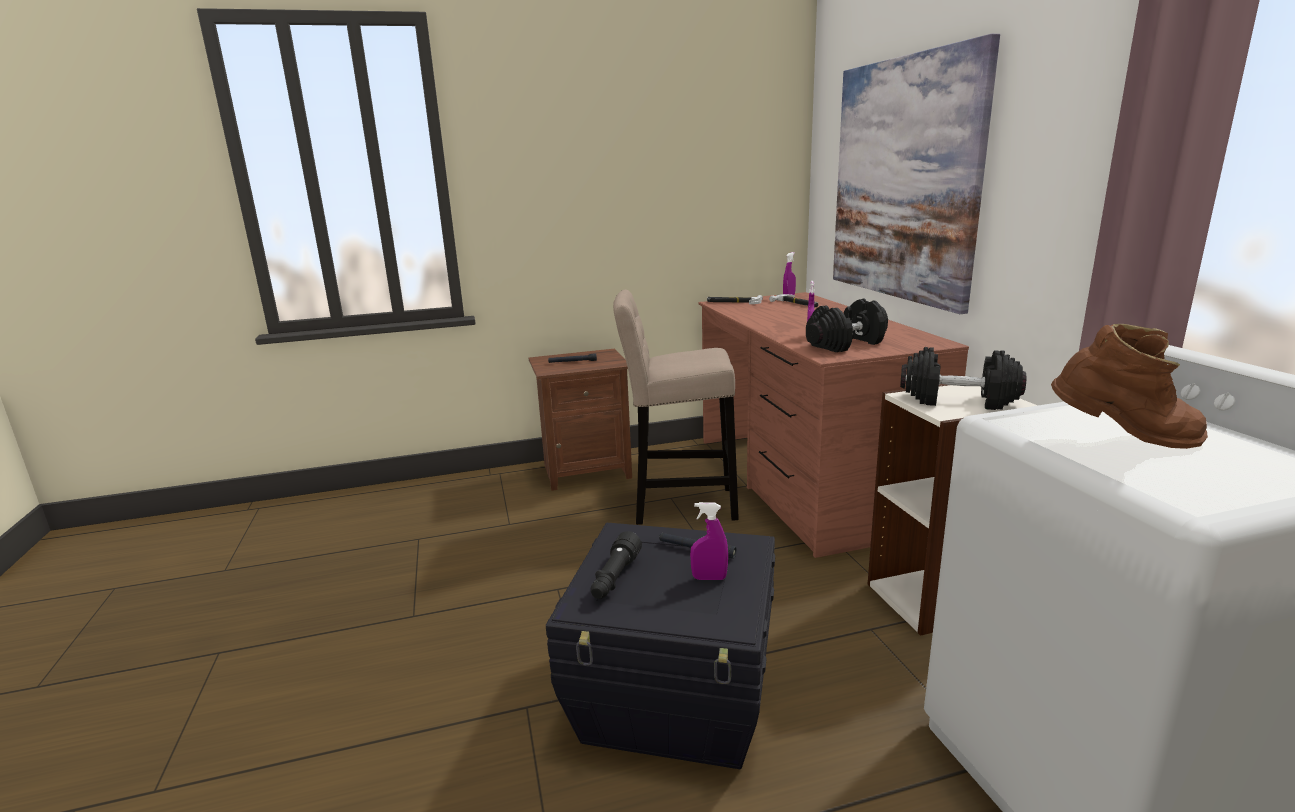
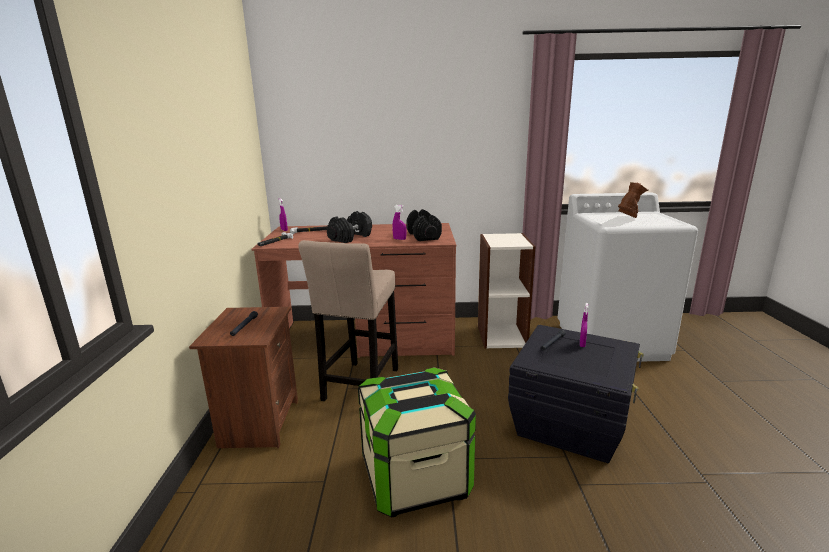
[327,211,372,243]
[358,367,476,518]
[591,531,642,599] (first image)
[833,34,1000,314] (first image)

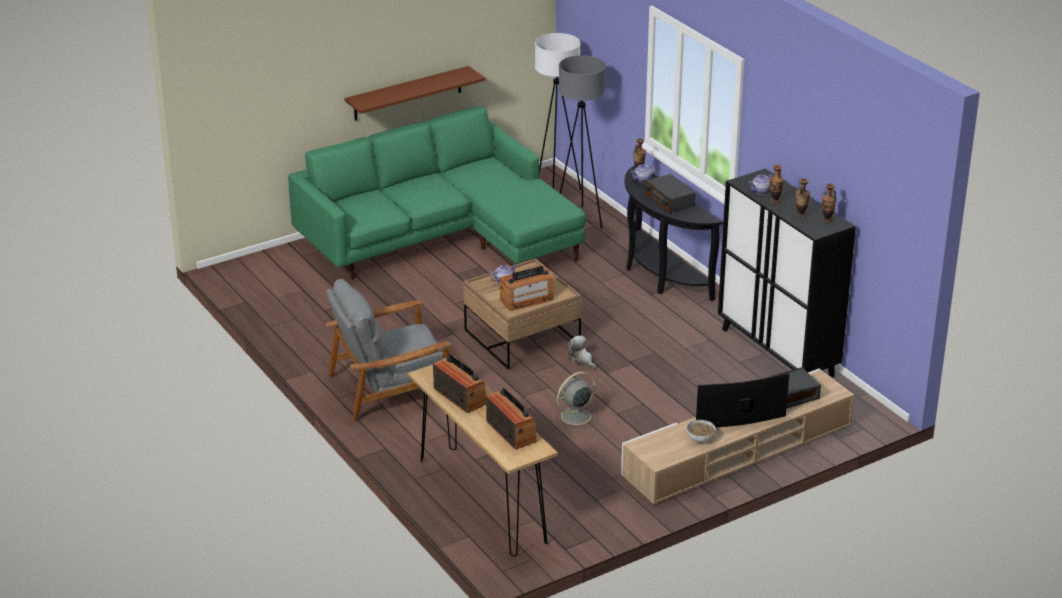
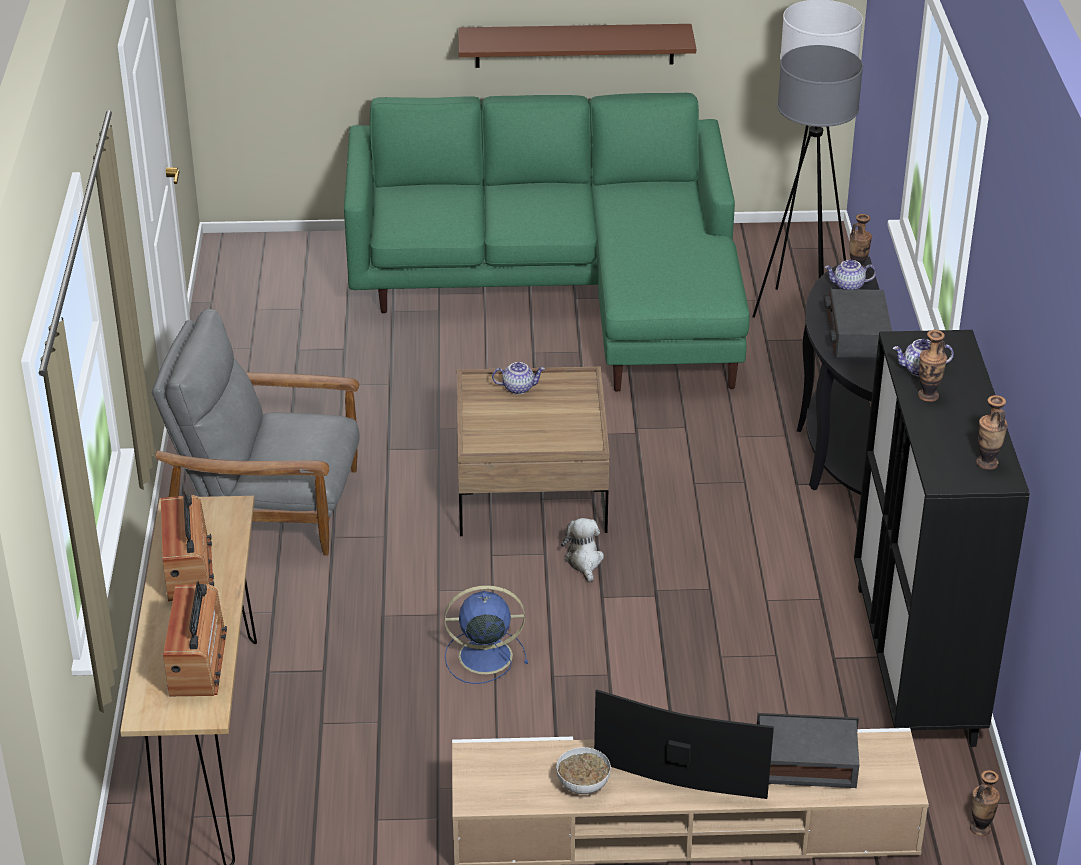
[445,585,528,684]
[970,770,1000,836]
[500,266,554,311] (first image)

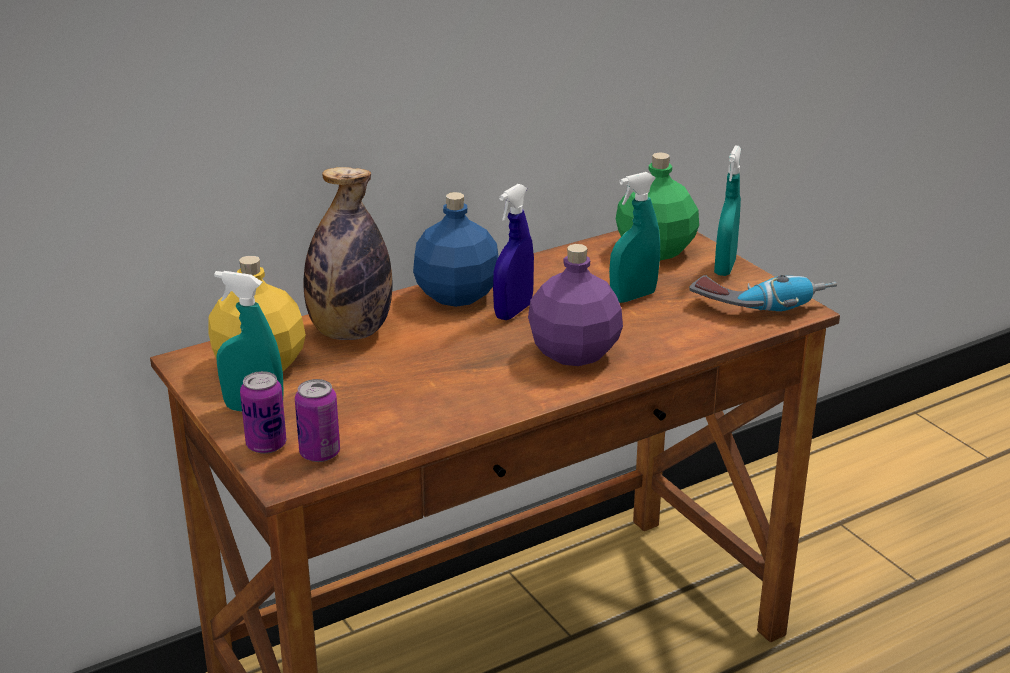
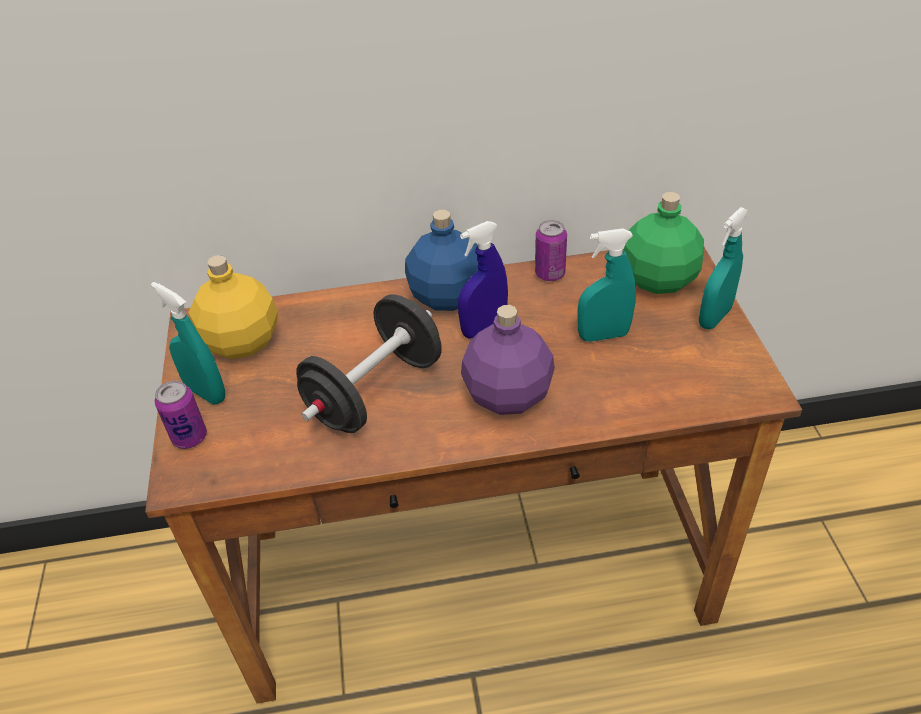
[296,294,442,433]
[535,220,567,281]
[304,167,393,340] (first image)
[689,275,837,312] (first image)

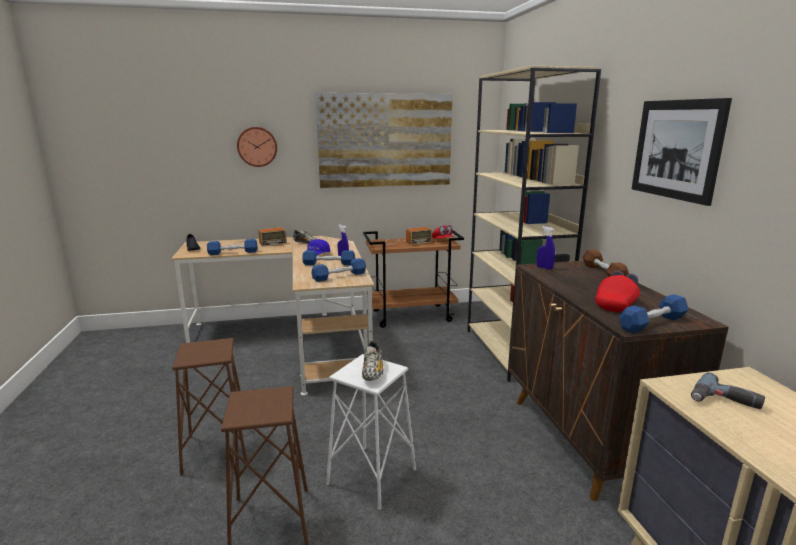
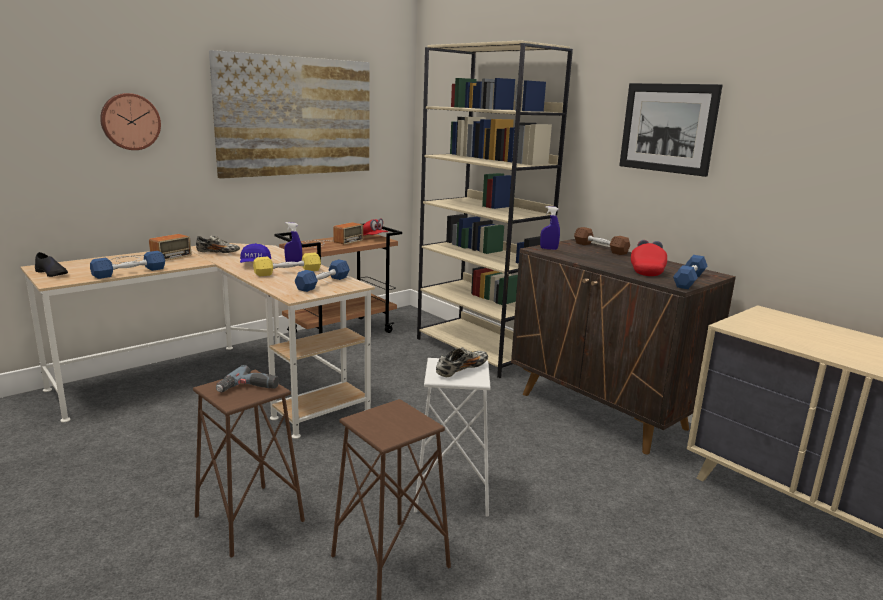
[216,365,279,392]
[253,253,321,276]
[436,347,488,377]

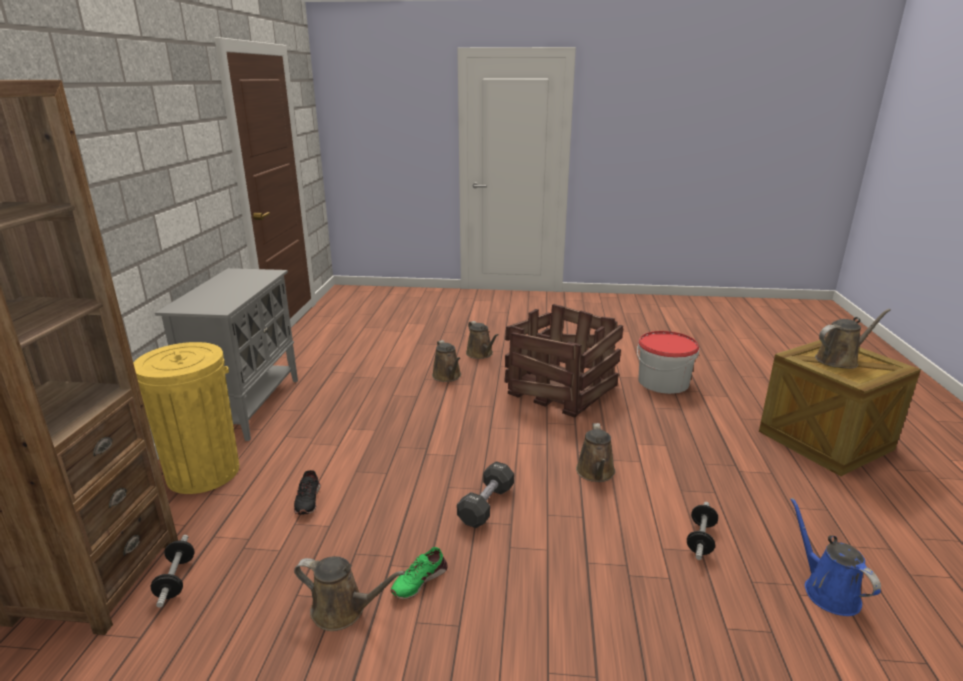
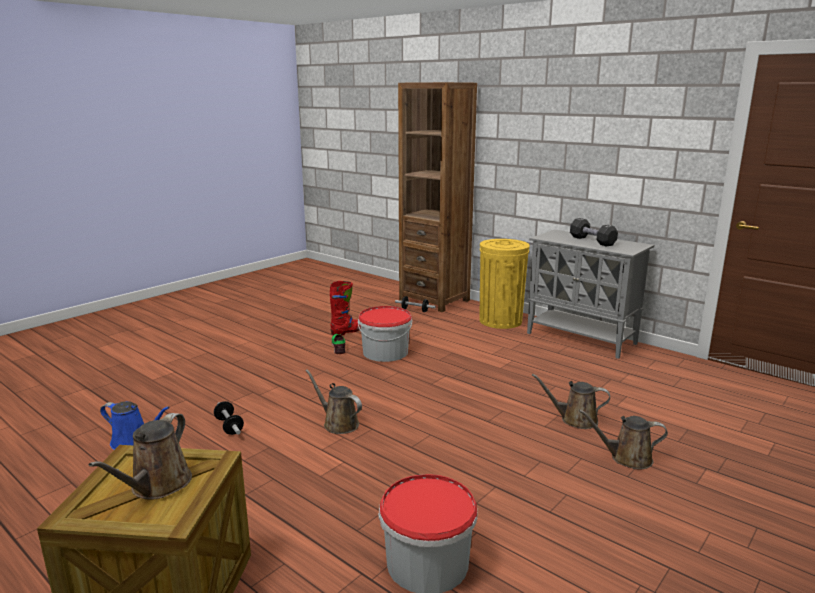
[330,281,361,335]
[358,306,412,362]
[570,218,618,247]
[294,470,321,514] (first image)
[504,304,623,418] (first image)

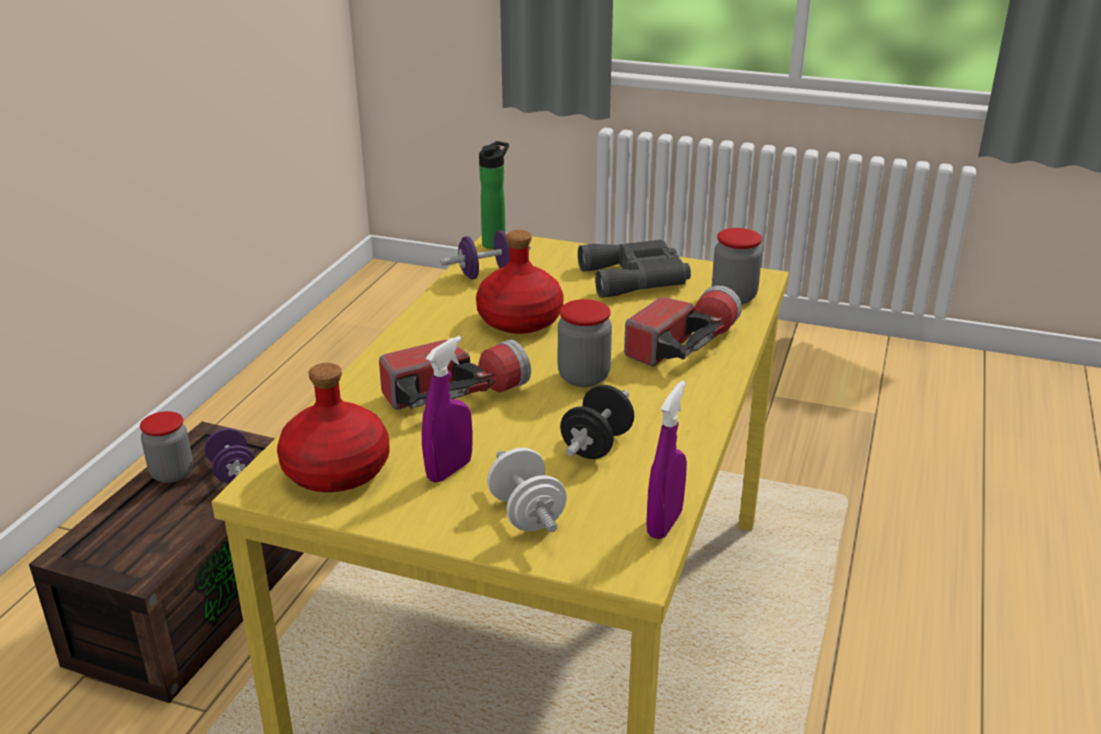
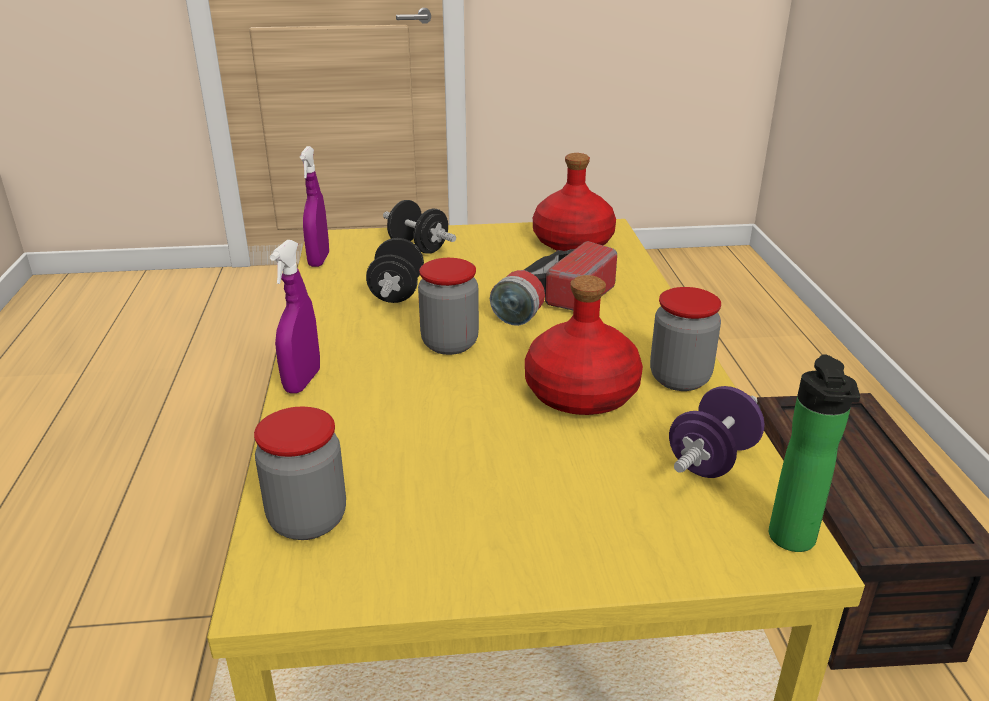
[270,240,320,393]
[383,200,456,254]
[650,287,721,391]
[205,428,255,483] (first image)
[578,240,691,298] (first image)
[624,286,742,367] (first image)

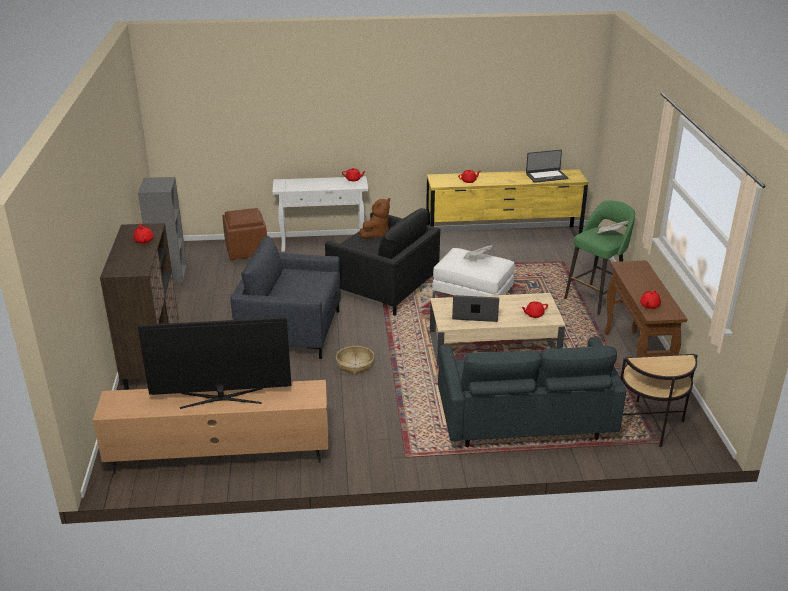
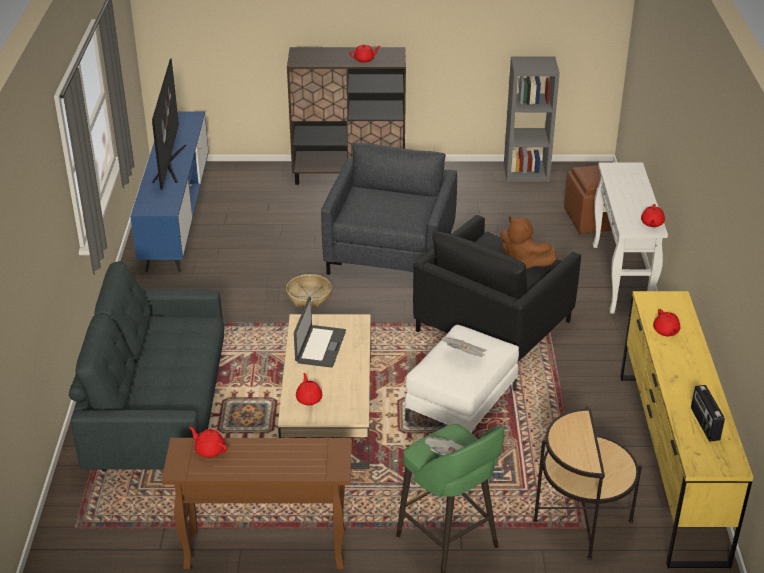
[130,112,209,272]
[533,407,642,560]
[691,385,725,442]

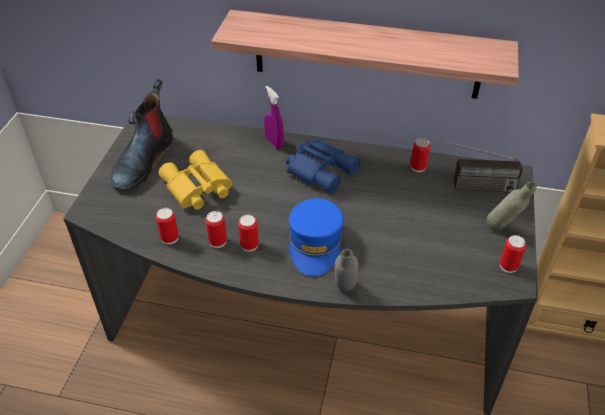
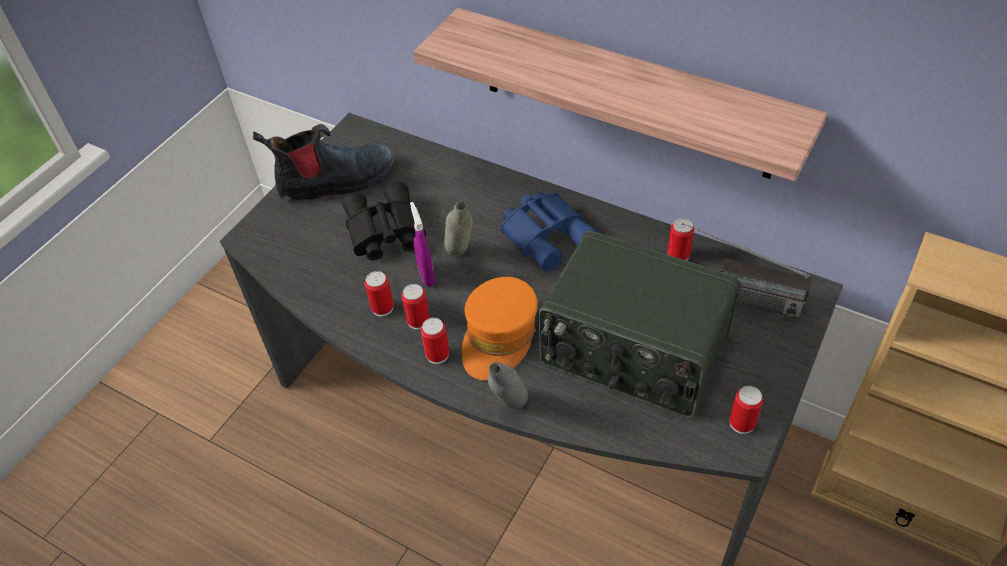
[253,124,394,200]
[342,182,426,261]
[410,202,435,287]
[421,318,449,364]
[444,201,473,256]
[462,277,538,381]
[539,231,741,418]

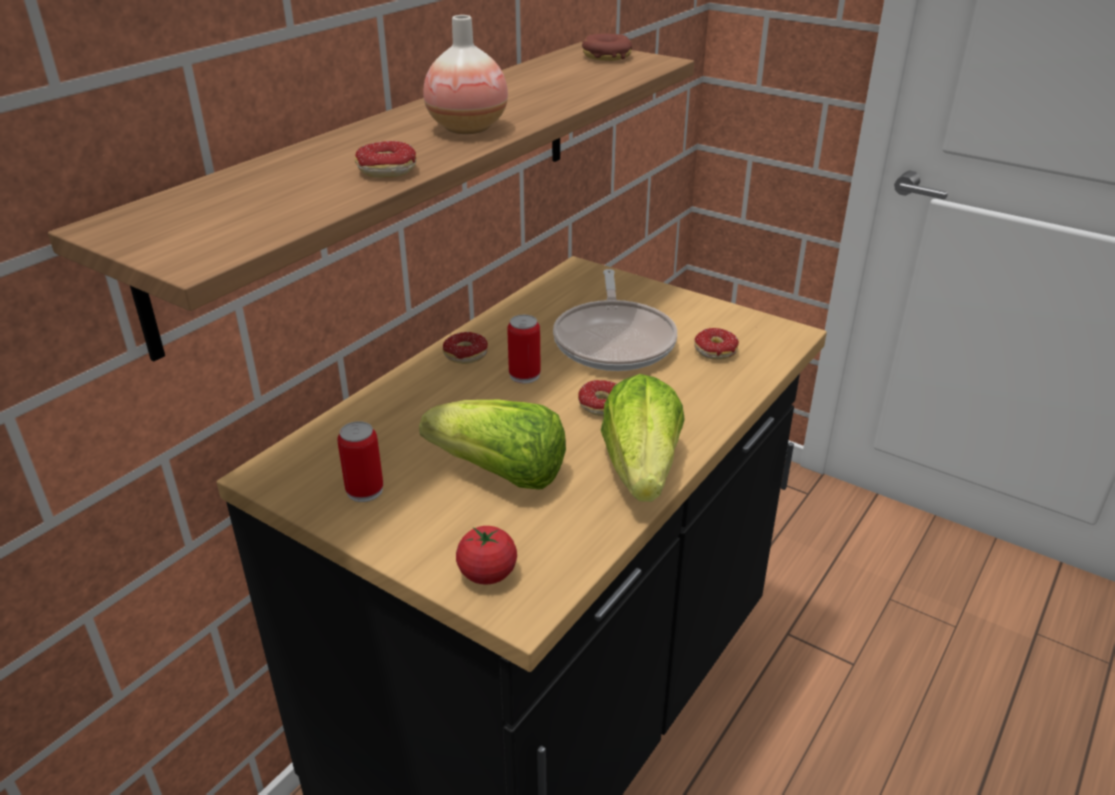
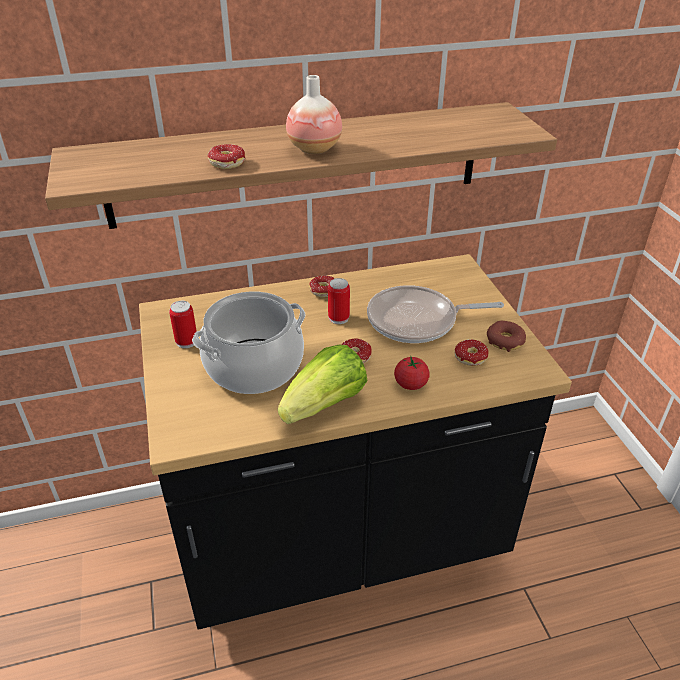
[192,291,305,394]
[367,285,504,343]
[394,355,430,390]
[487,321,526,352]

